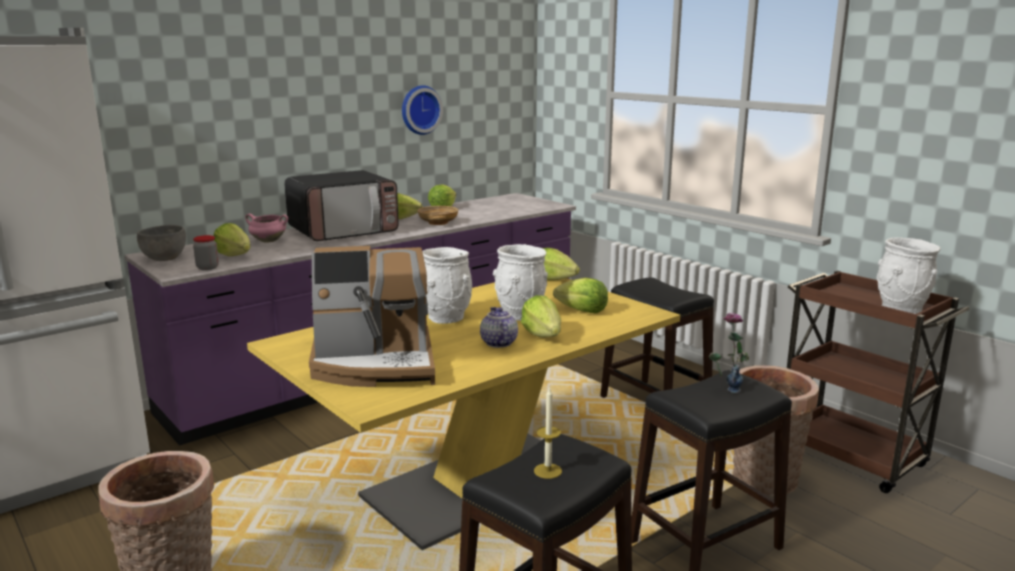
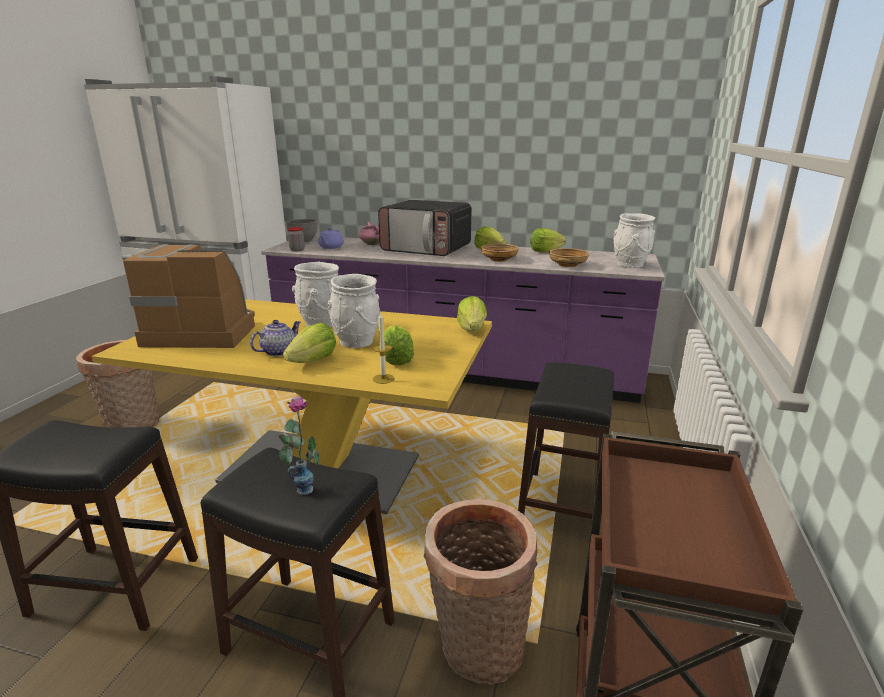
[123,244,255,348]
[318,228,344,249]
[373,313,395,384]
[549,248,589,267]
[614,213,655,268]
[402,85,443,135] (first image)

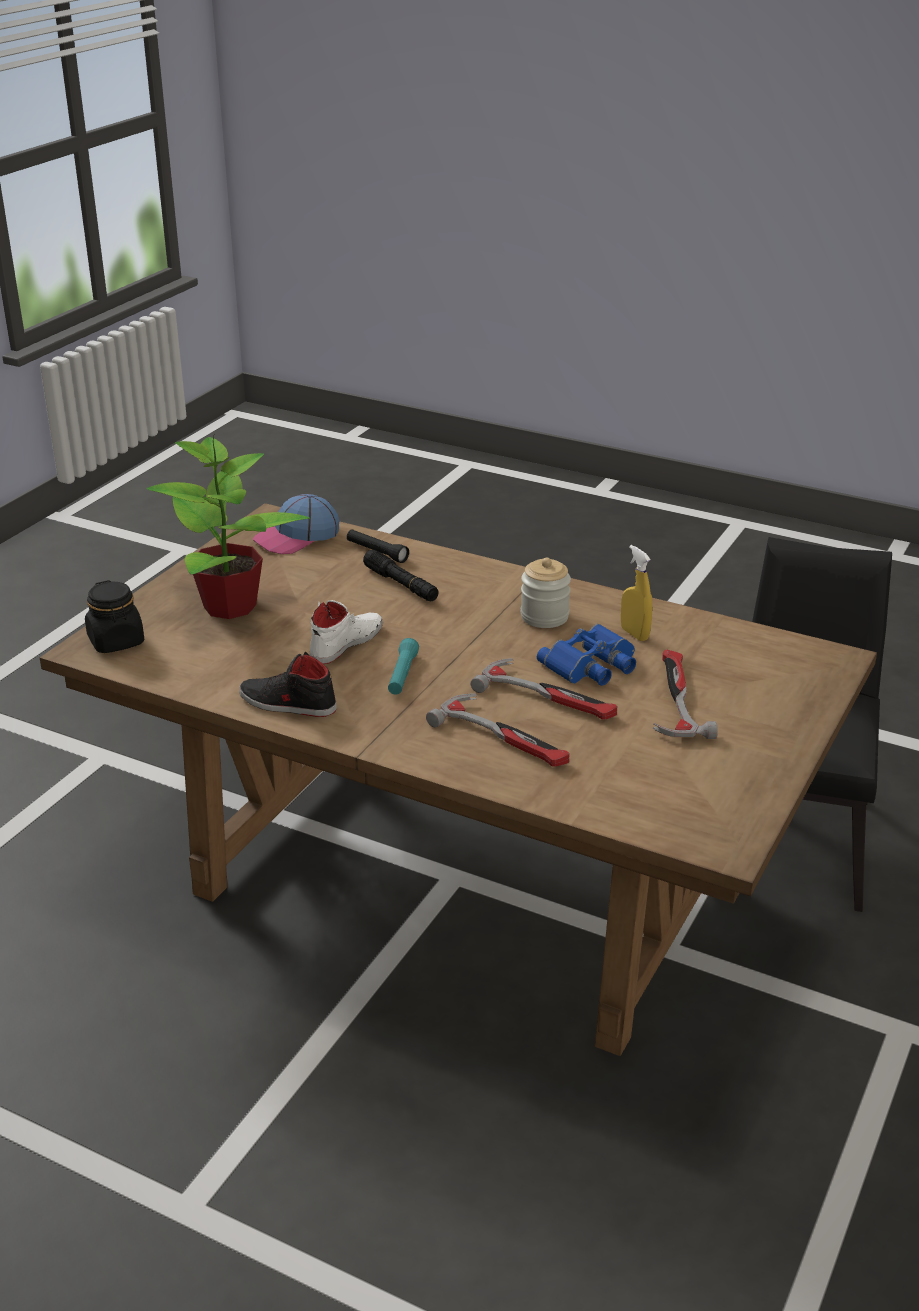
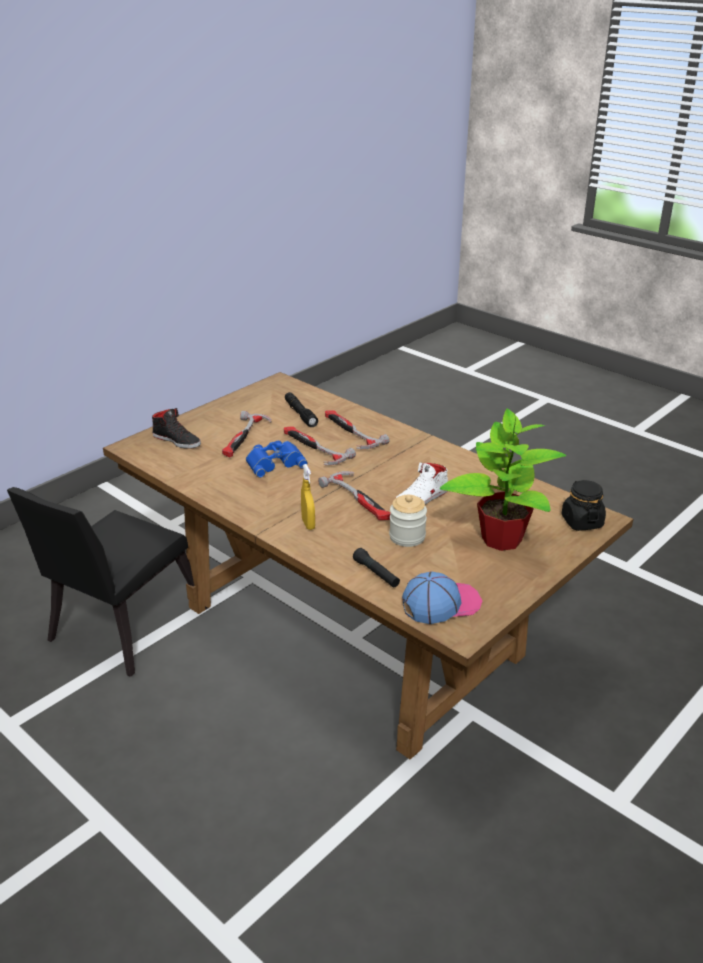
[152,408,201,449]
[285,392,318,427]
[301,464,315,530]
[318,471,390,520]
[389,495,427,547]
[388,638,419,695] (first image)

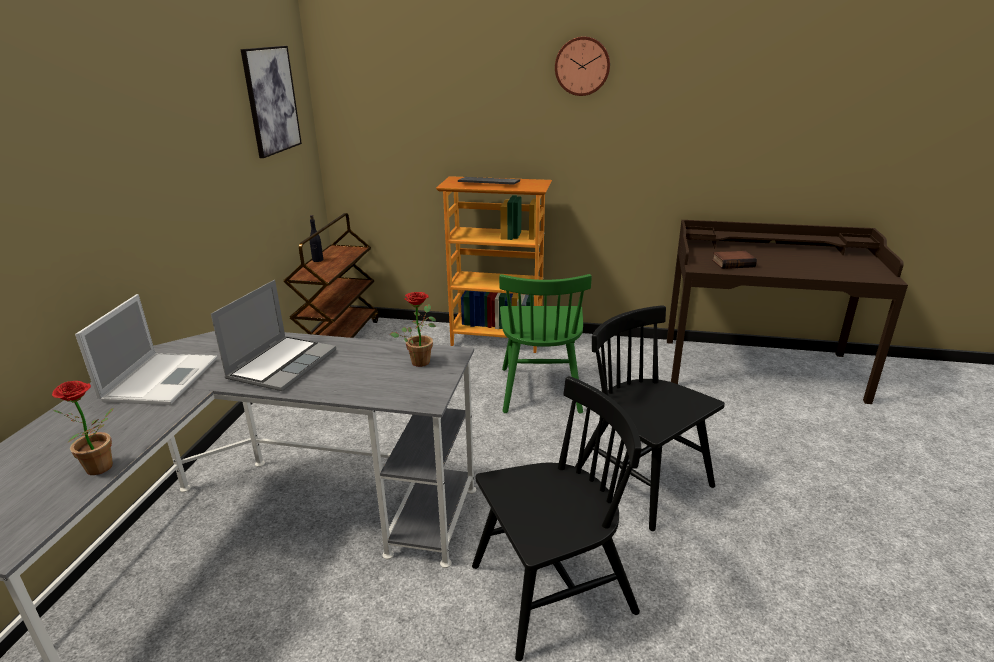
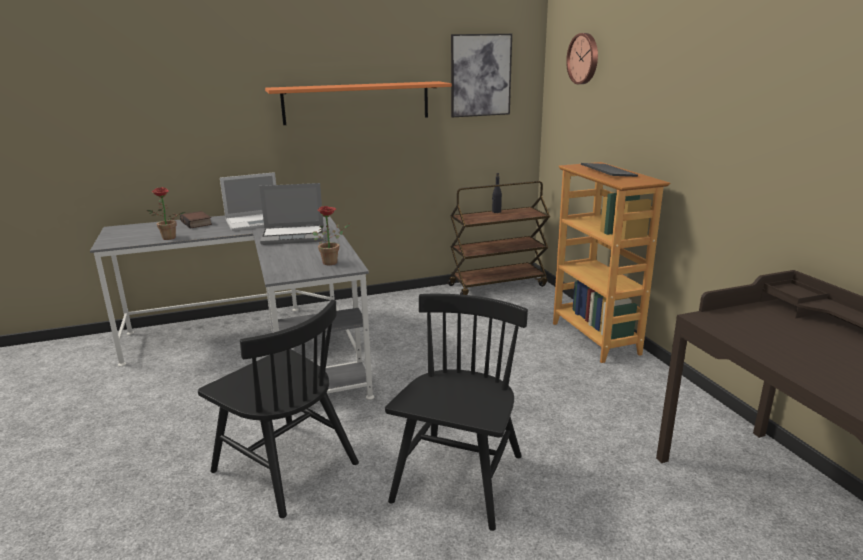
[180,211,212,229]
[265,81,452,125]
[566,33,598,84]
[499,274,592,414] (first image)

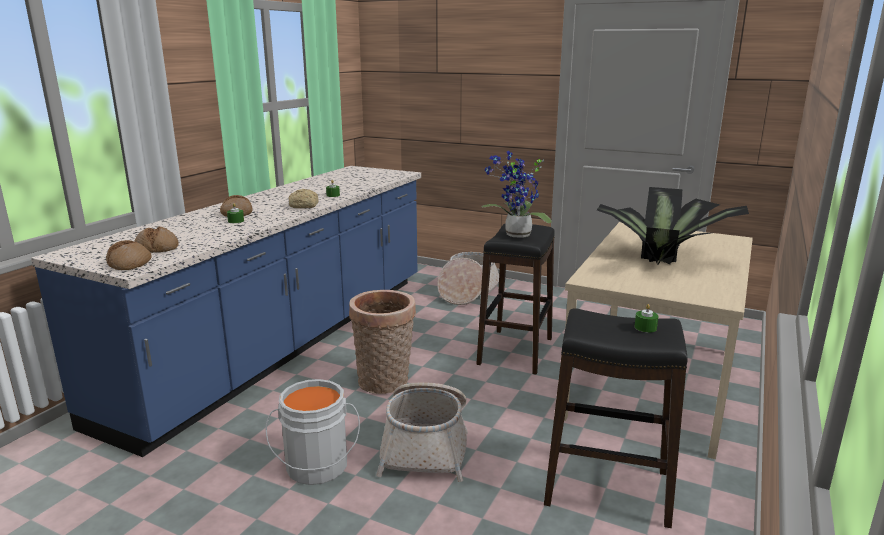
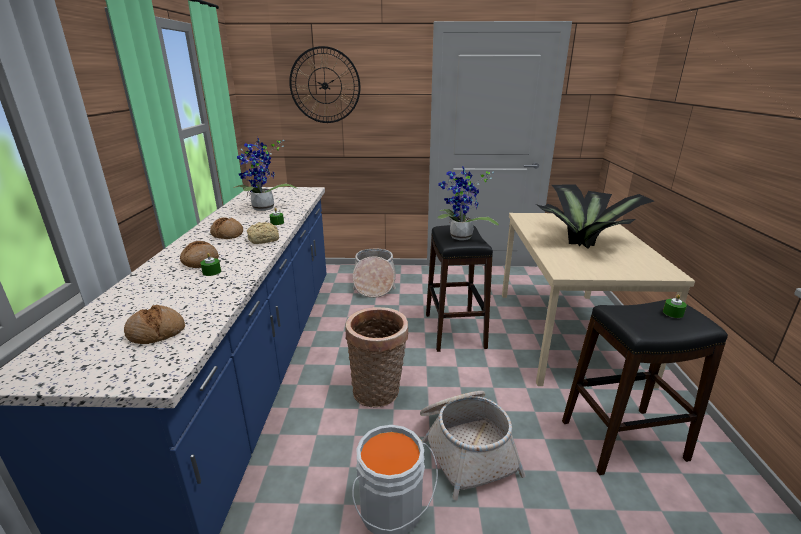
[210,217,243,239]
[233,138,298,211]
[289,46,360,123]

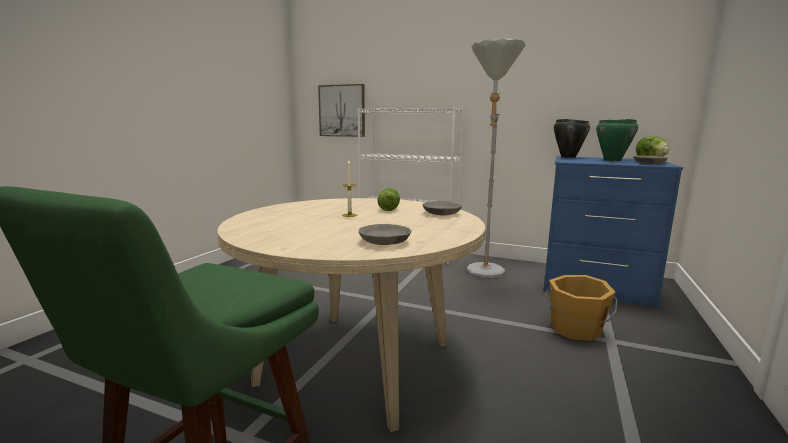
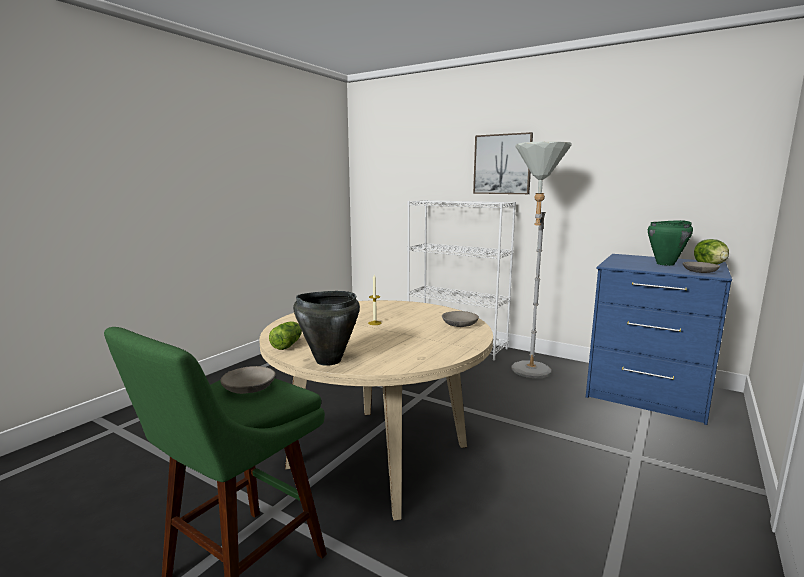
[220,366,276,394]
[269,321,302,350]
[293,291,360,366]
[473,132,533,194]
[545,275,617,341] (first image)

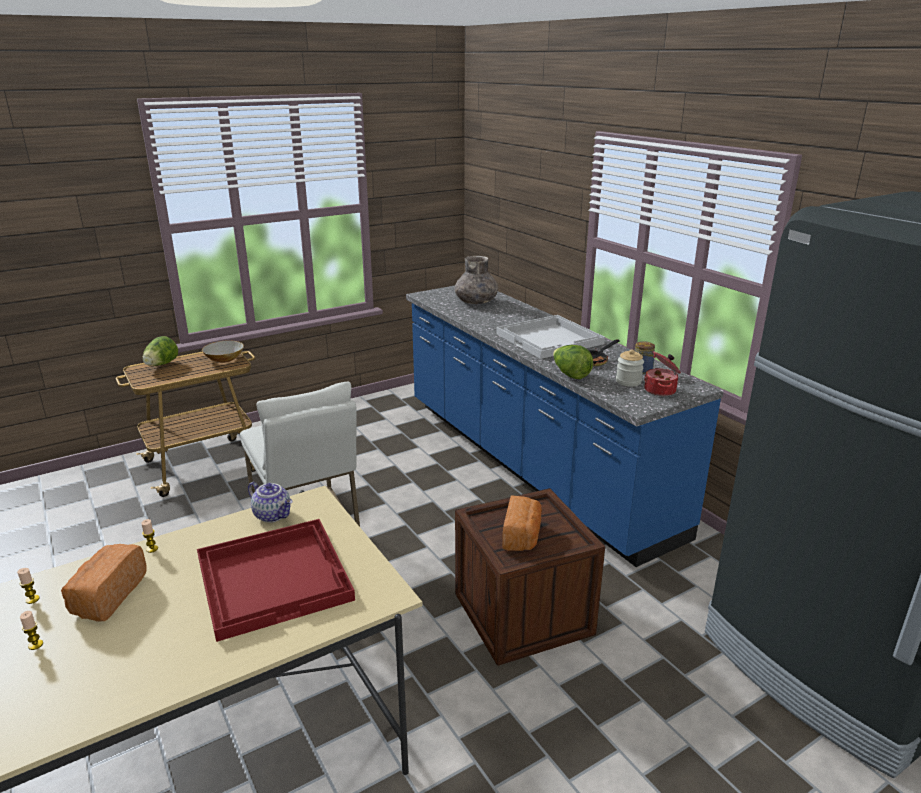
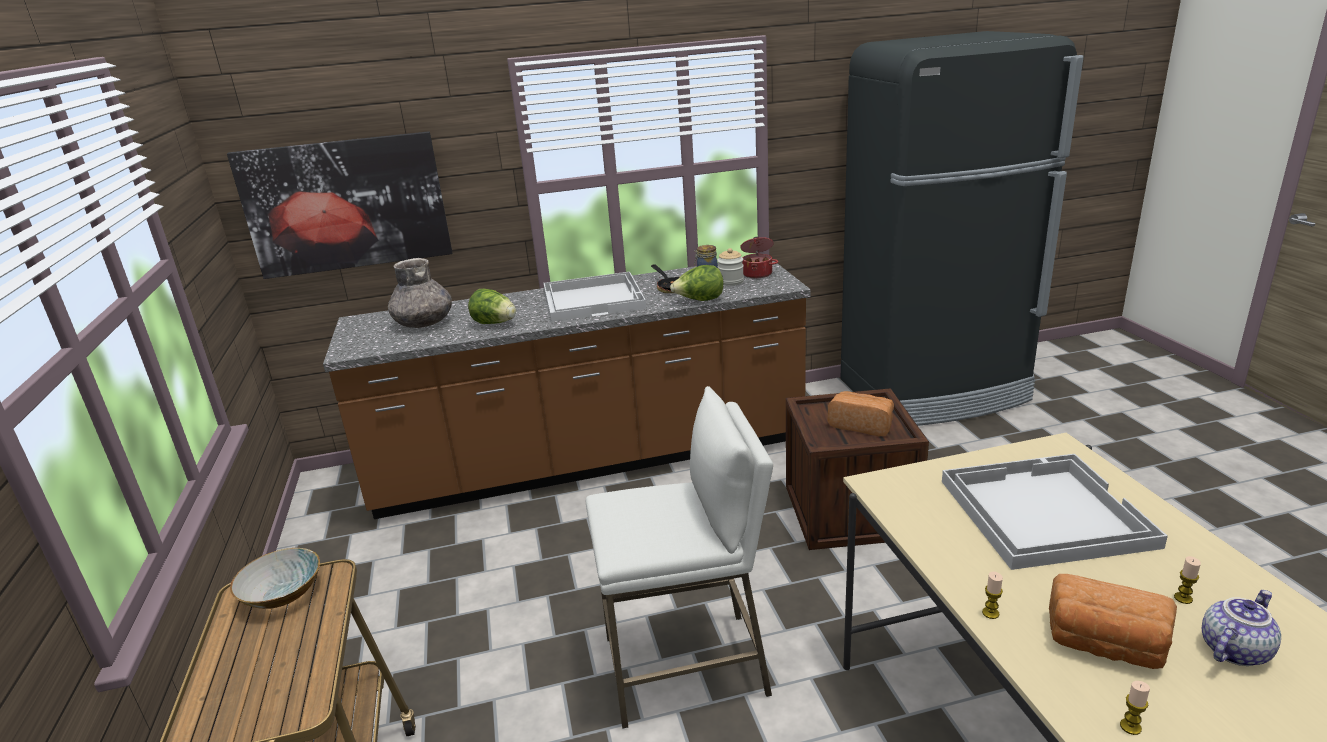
[227,131,452,279]
[323,261,810,519]
[468,289,516,324]
[942,454,1168,570]
[1174,556,1201,604]
[1202,590,1281,666]

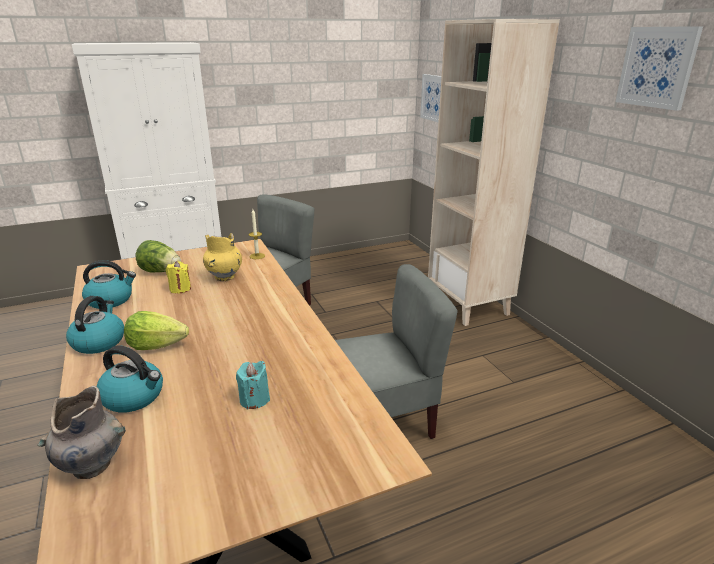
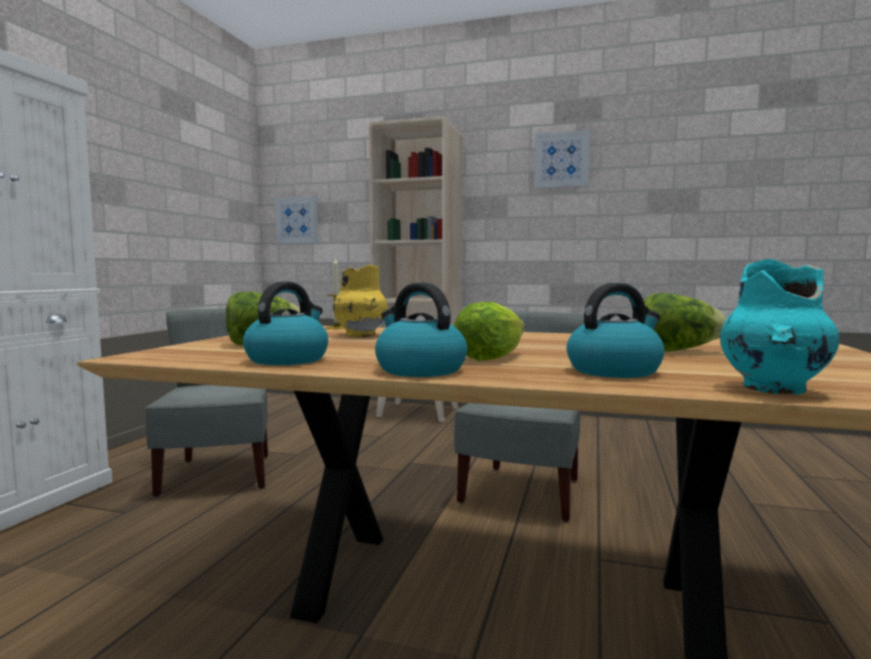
[643,293,727,352]
[720,259,839,395]
[166,261,191,293] (first image)

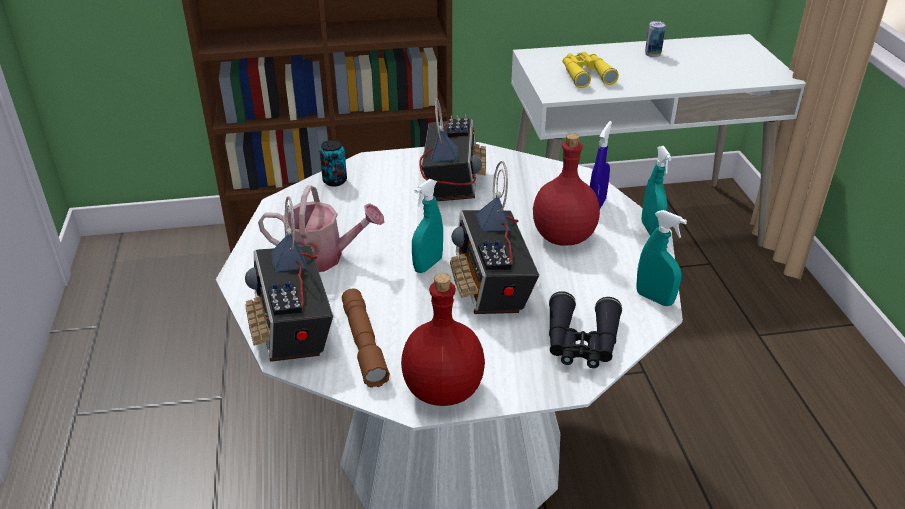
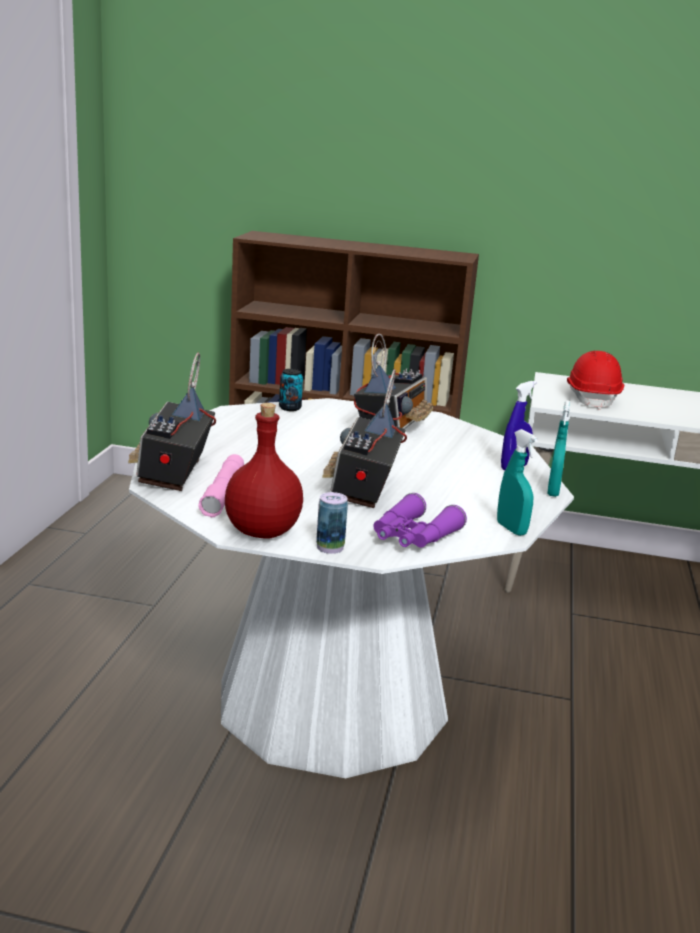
[198,454,244,517]
[316,492,348,554]
[373,493,467,548]
[567,351,624,410]
[258,185,385,272] (first image)
[412,179,443,273] (first image)
[533,133,600,246] (first image)

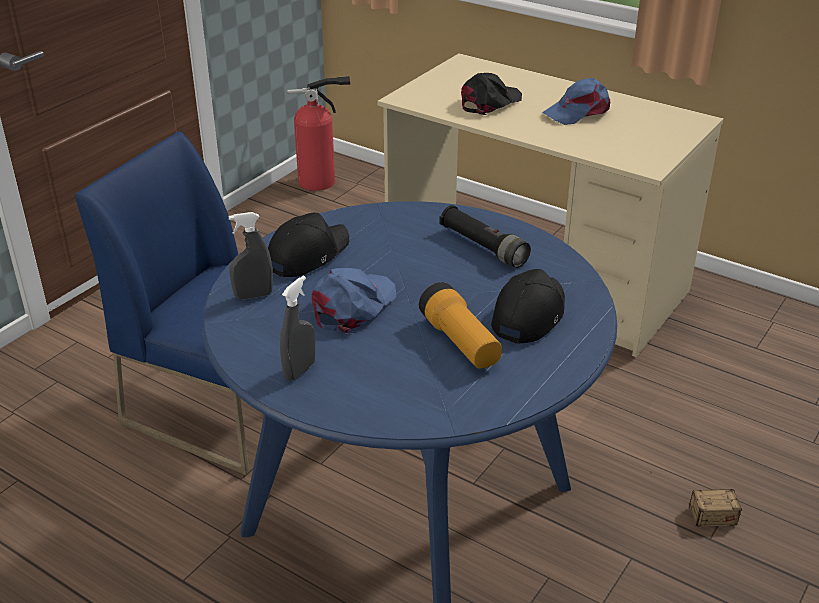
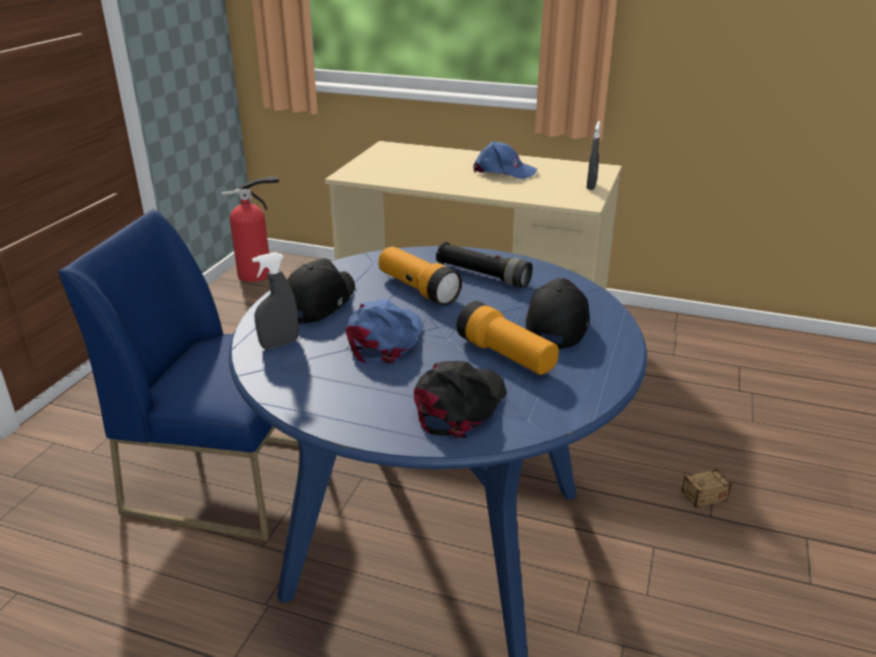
[379,247,462,306]
[414,361,507,438]
[473,141,537,179]
[587,121,600,190]

